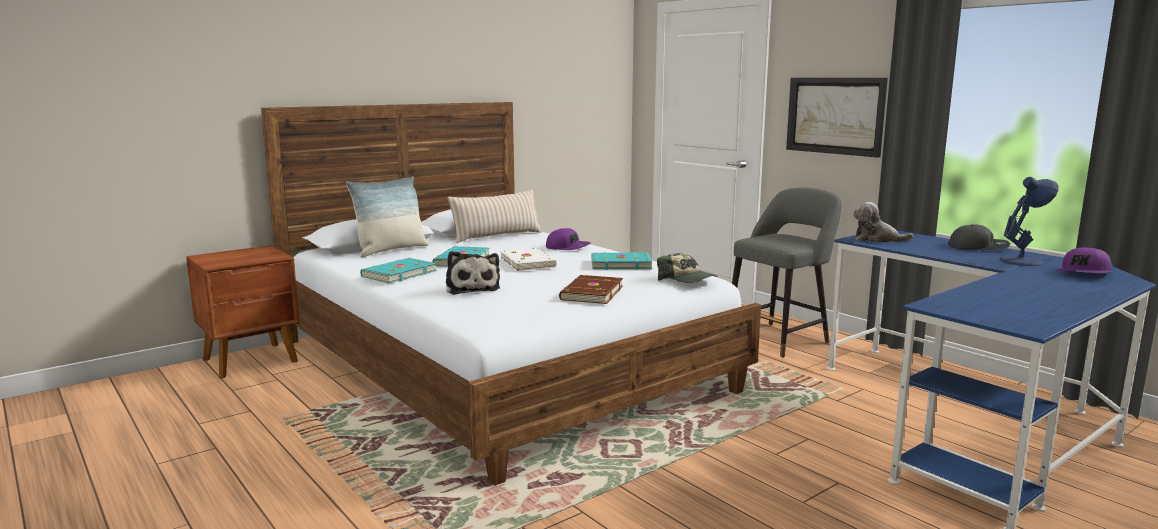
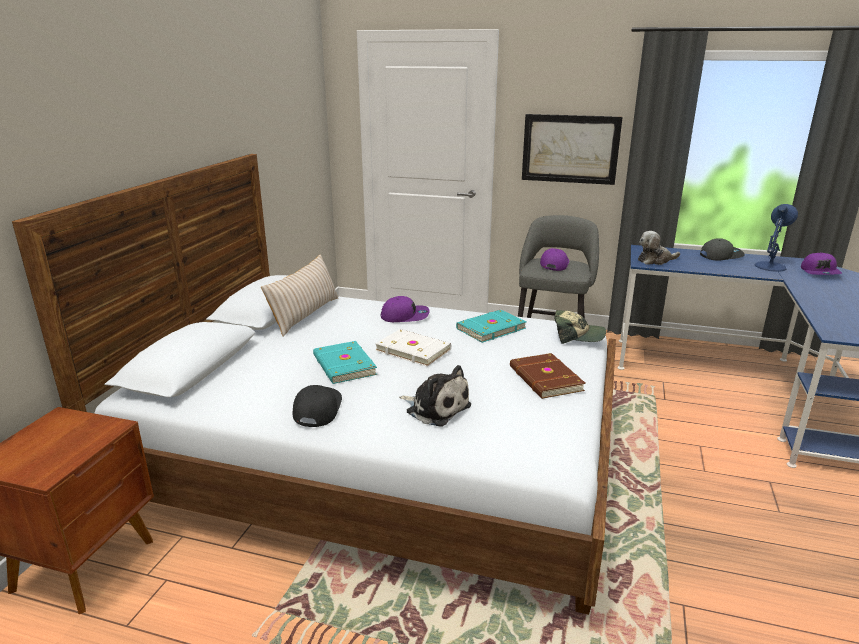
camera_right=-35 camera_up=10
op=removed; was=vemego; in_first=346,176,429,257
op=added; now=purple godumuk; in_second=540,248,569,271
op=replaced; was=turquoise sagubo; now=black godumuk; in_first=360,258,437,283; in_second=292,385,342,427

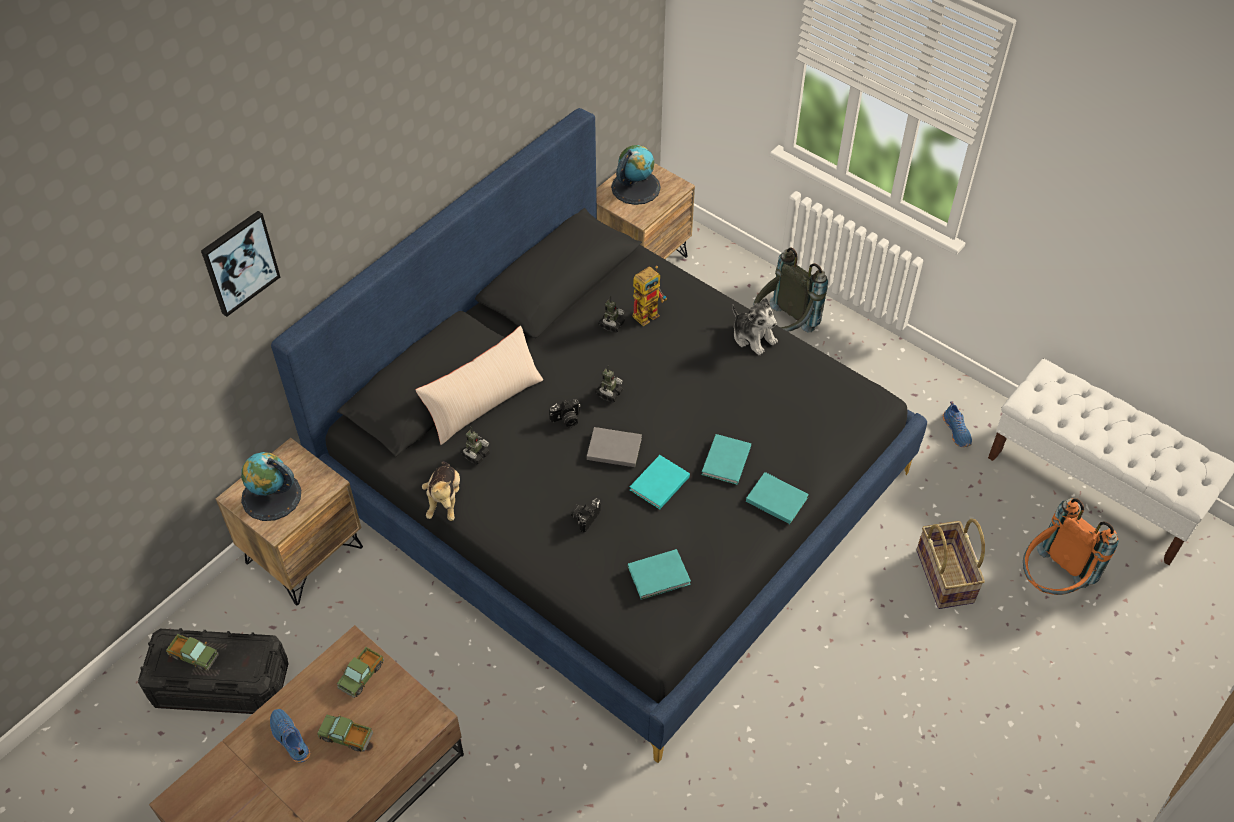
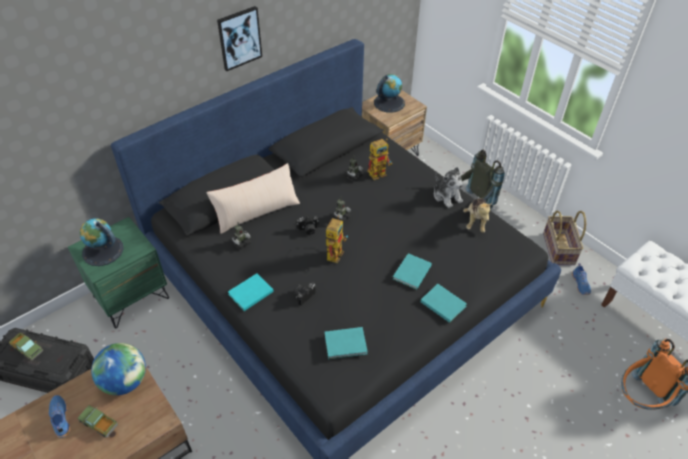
camera_right=10 camera_up=-5
op=moved; was=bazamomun; in_first=201,211,280,317; in_second=217,6,262,71
op=moved; was=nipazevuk; in_first=422,461,460,521; in_second=463,198,492,233
op=moved; was=turquoise sagubo; in_first=630,455,690,510; in_second=228,273,274,311
op=moved; was=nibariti; in_first=916,518,985,609; in_second=543,210,586,265
op=replaced; was=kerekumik; now=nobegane; in_first=337,647,384,698; in_second=91,343,146,395
op=replaced; was=grey sagubo; now=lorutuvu; in_first=587,427,642,467; in_second=326,216,348,263
op=recoloured; was=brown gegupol; now=green gegupol; in_first=216,438,363,605; in_second=68,217,170,329

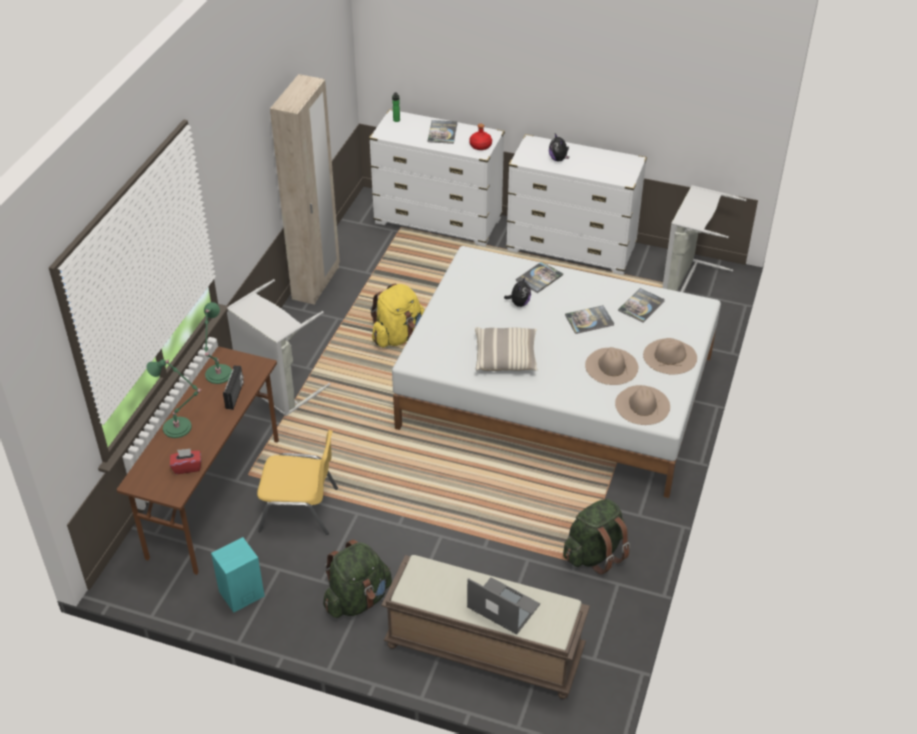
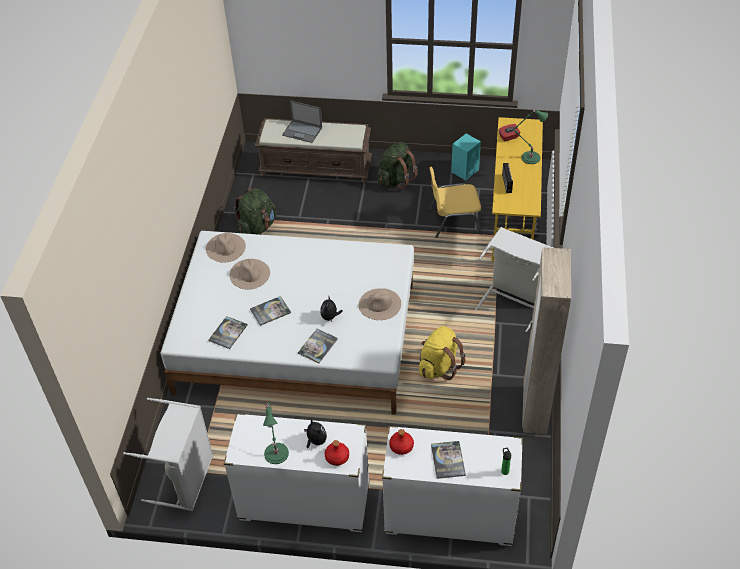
camera_right=170 camera_up=5
op=removed; was=vemego; in_first=475,327,538,371
op=added; now=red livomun; in_second=325,440,349,466
op=moved; was=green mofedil; in_first=204,302,232,384; in_second=263,403,289,464
op=moved; was=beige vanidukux; in_first=643,338,697,375; in_second=359,288,401,320
op=recoloured; was=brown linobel; now=yellow linobel; in_first=117,347,279,575; in_second=492,117,543,262

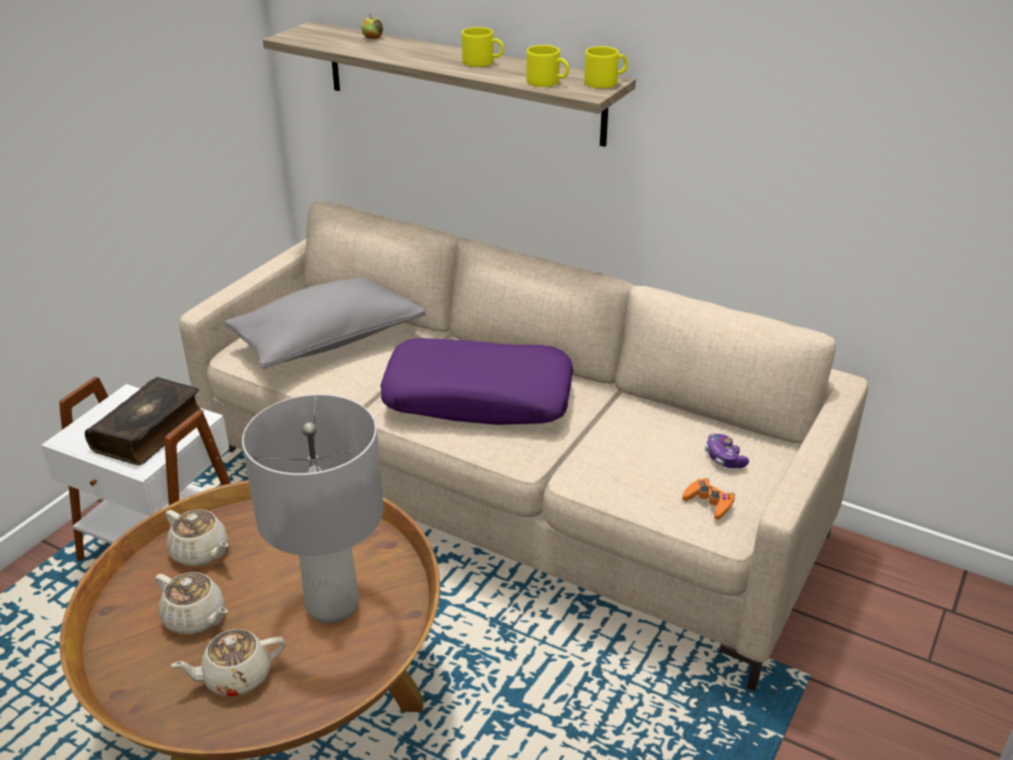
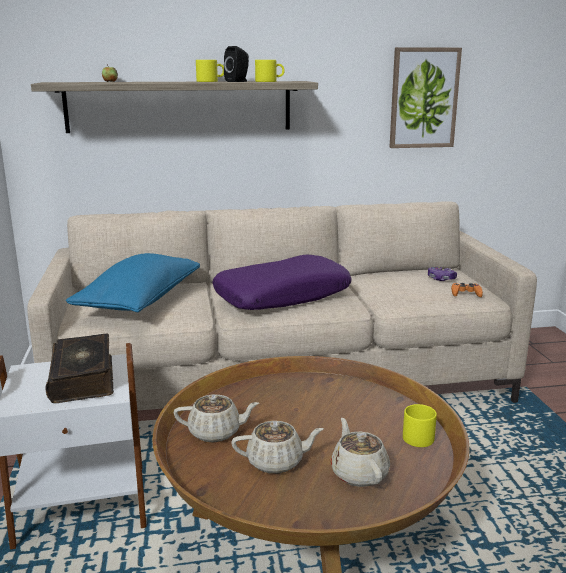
camera_right=-40 camera_up=-15
op=removed; was=grey mofedil; in_first=242,394,383,624
op=added; now=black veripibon; in_second=224,46,249,82
op=added; now=bazamomun; in_second=389,47,462,148
op=moved; was=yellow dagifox; in_first=584,46,628,88; in_second=403,404,437,447
op=recoloured; was=grey vemego; now=blue vemego; in_first=225,278,426,369; in_second=66,253,200,312
op=turned; was=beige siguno; in_first=171,629,285,697; in_second=330,418,390,487; clockwise=135

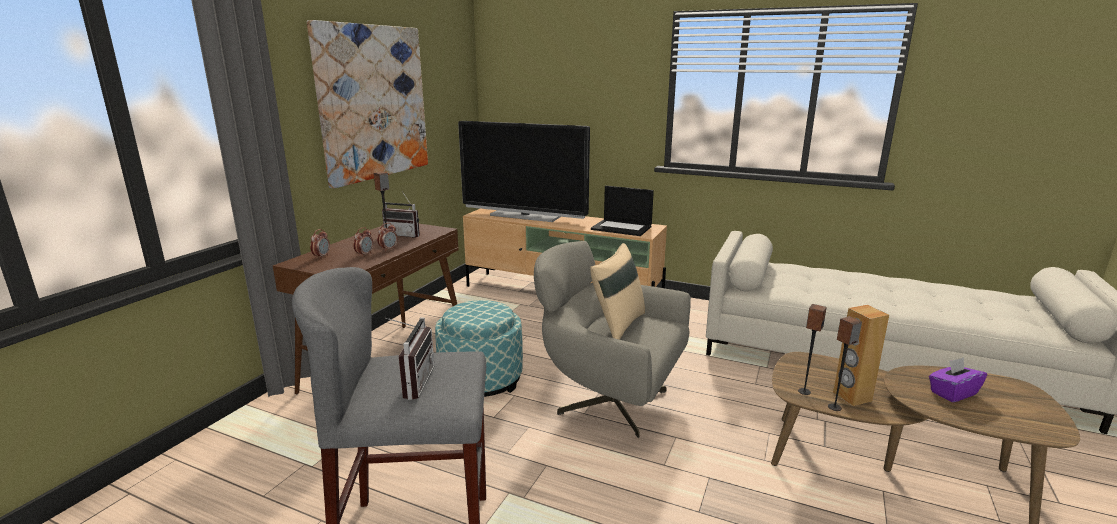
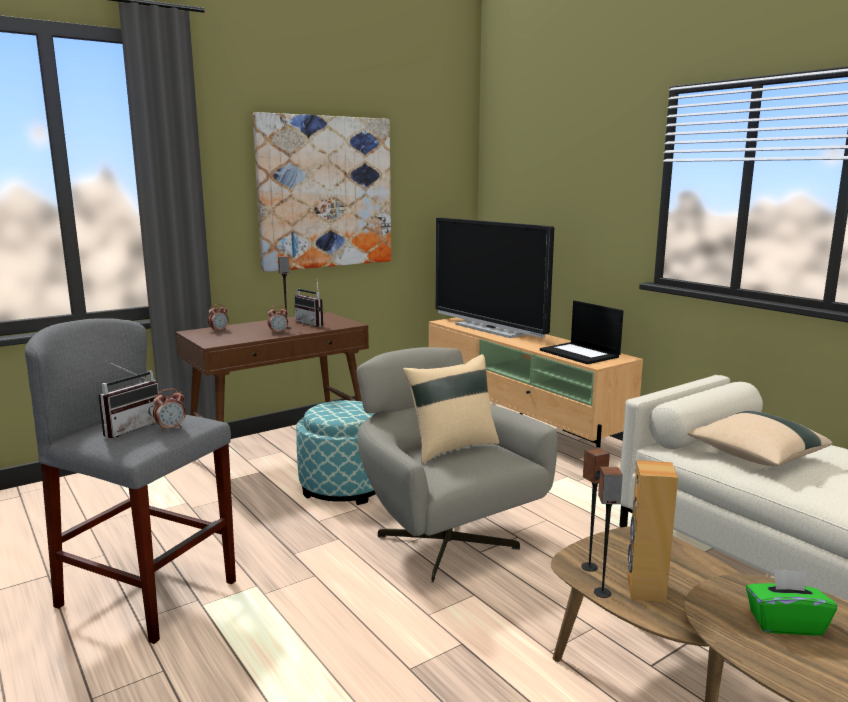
camera_right=30 camera_up=-5
op=added; now=beige vemego; in_second=688,411,832,466
op=moved; was=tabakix; in_first=353,227,373,257; in_second=153,388,186,432
op=recoloured; was=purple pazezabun; now=green pazezabun; in_first=929,357,987,402; in_second=746,569,837,636

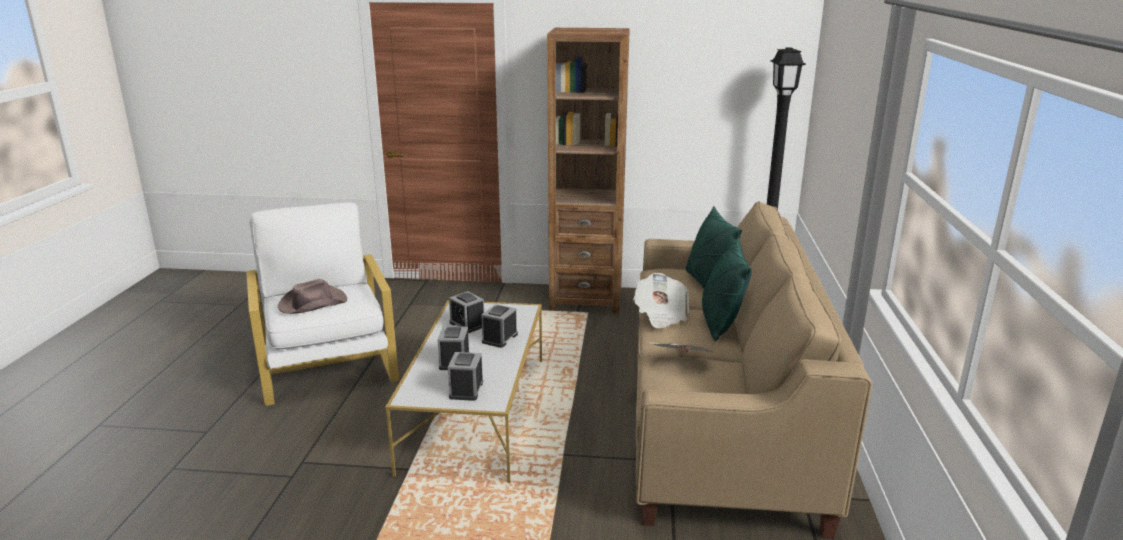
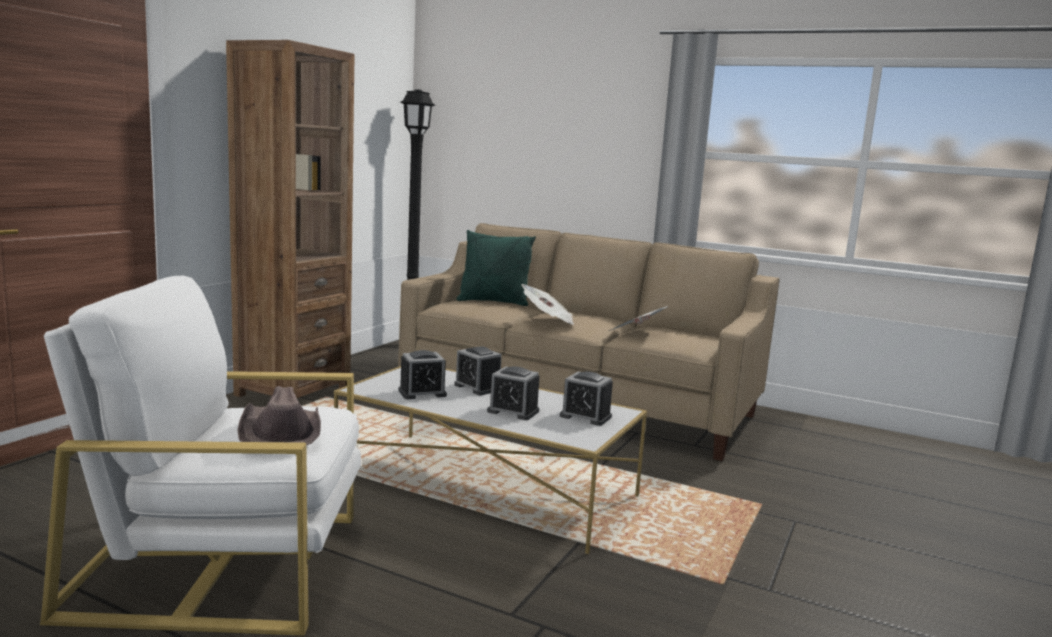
camera_right=-70 camera_up=-10
op=removed; was=green vemego; in_first=702,238,752,341

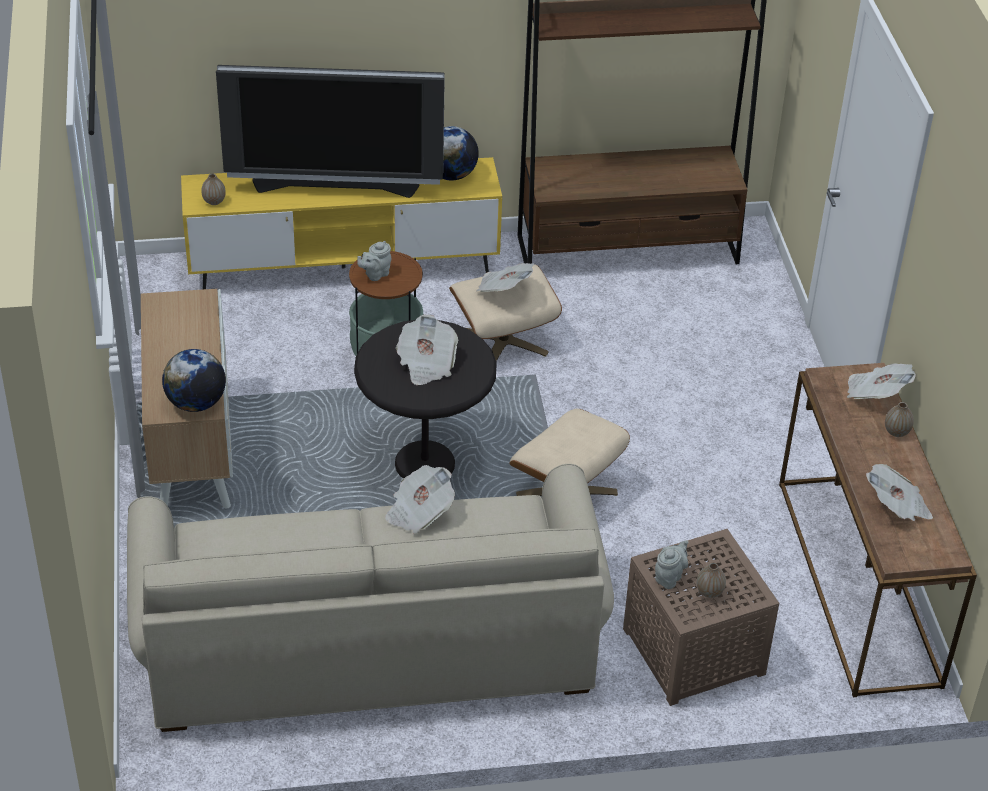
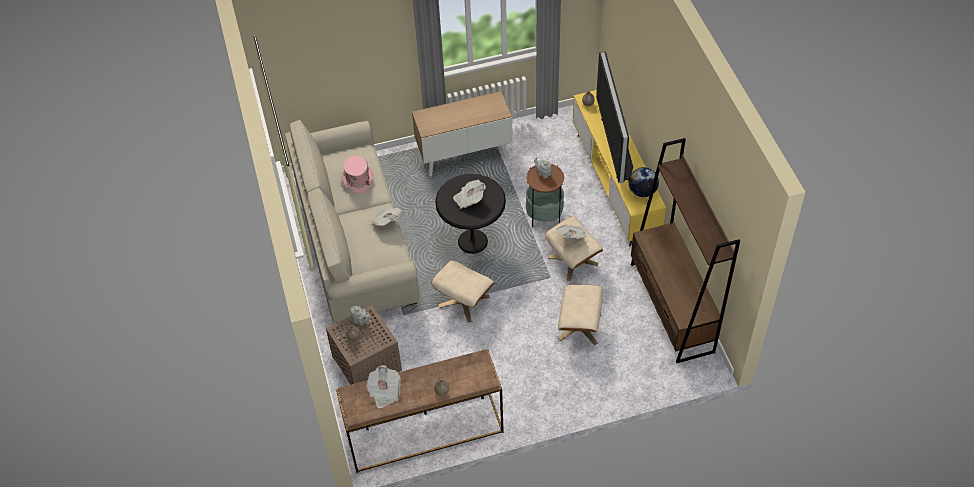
camera_right=85 camera_up=10
op=removed; was=nobegane; in_first=162,349,226,412
op=removed; was=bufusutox; in_first=847,363,916,399
op=added; now=pink vanidukux; in_second=341,156,373,194
op=added; now=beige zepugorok; in_second=558,284,603,345

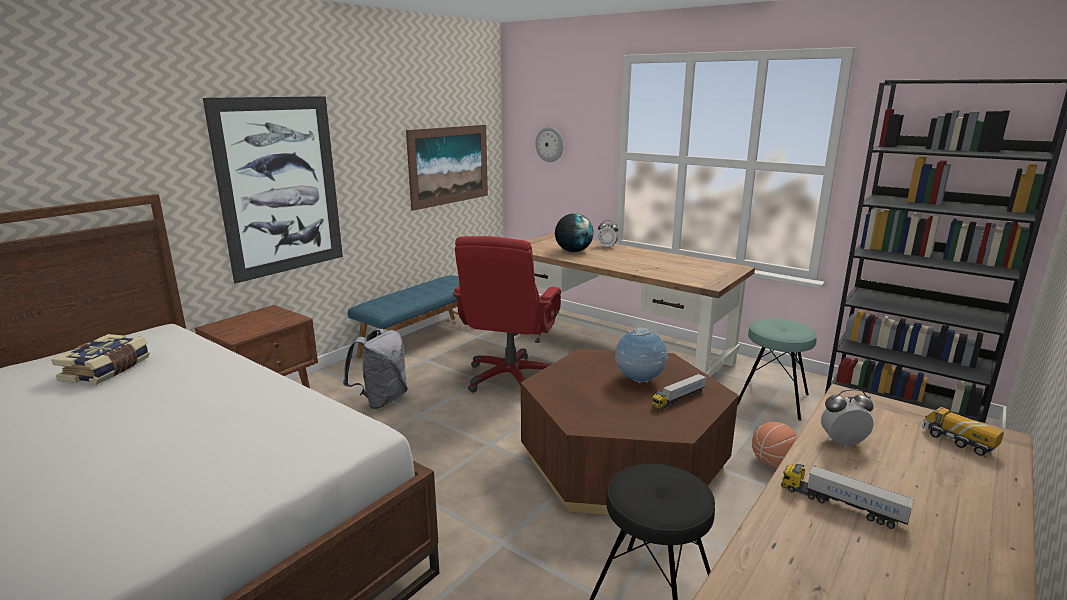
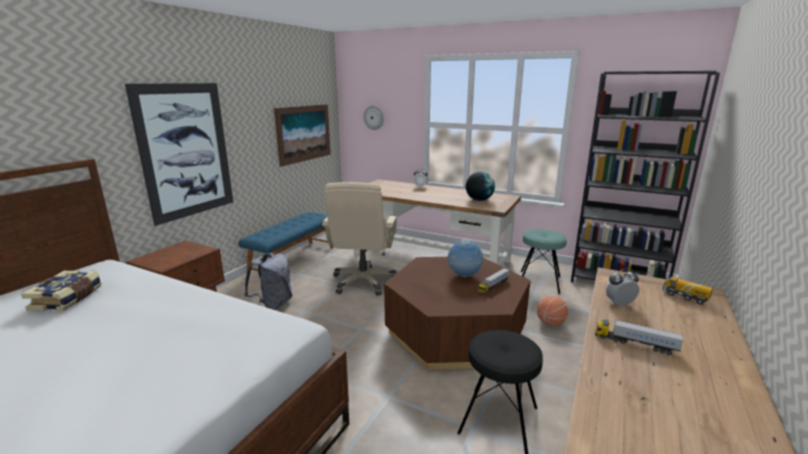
camera_right=-10 camera_up=0
op=moved; was=nobegane; in_first=555,213,593,252; in_second=466,172,495,201
op=recoloured; was=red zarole; now=beige zarole; in_first=453,236,561,393; in_second=322,182,397,296

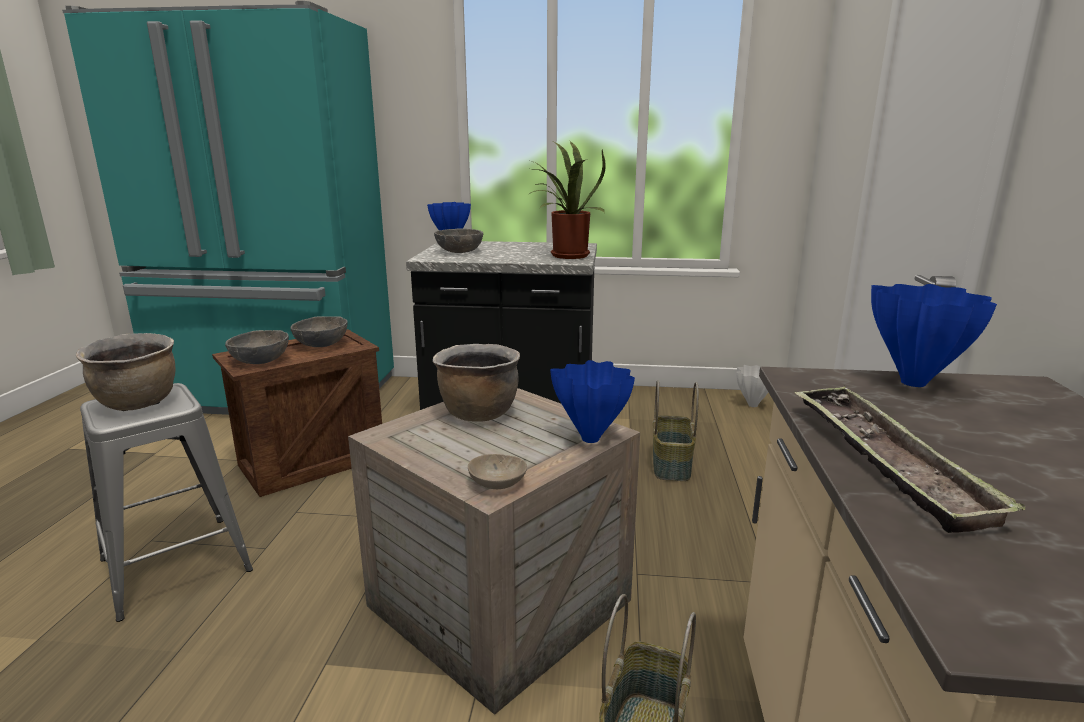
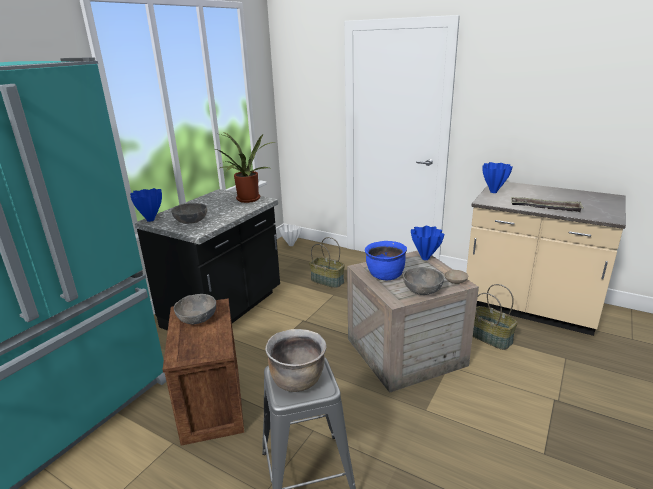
camera_right=-65 camera_up=5
op=moved; was=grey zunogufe; in_first=225,330,289,364; in_second=403,267,444,295
op=recoloured; was=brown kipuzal; now=blue kipuzal; in_first=433,344,520,422; in_second=365,241,407,280

